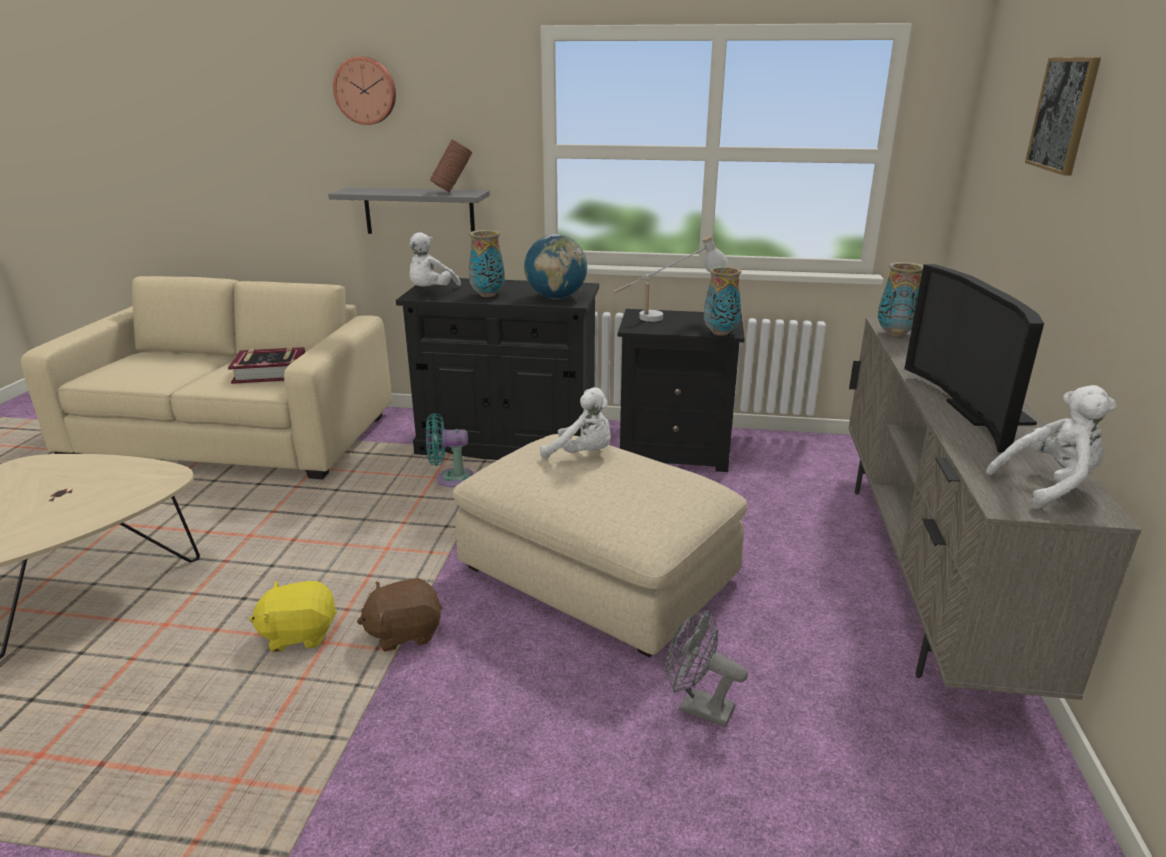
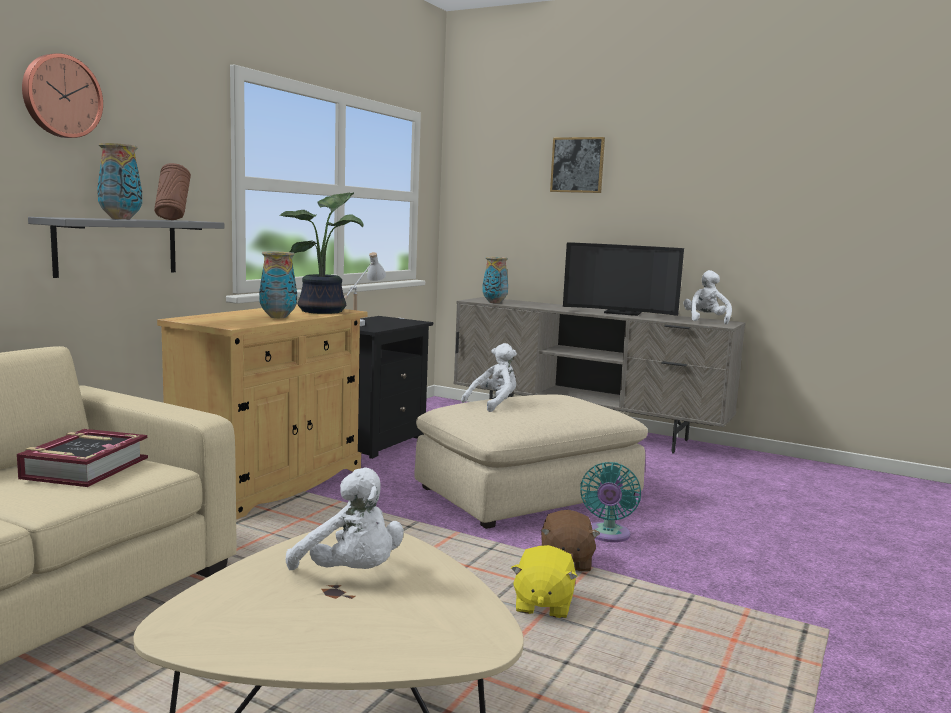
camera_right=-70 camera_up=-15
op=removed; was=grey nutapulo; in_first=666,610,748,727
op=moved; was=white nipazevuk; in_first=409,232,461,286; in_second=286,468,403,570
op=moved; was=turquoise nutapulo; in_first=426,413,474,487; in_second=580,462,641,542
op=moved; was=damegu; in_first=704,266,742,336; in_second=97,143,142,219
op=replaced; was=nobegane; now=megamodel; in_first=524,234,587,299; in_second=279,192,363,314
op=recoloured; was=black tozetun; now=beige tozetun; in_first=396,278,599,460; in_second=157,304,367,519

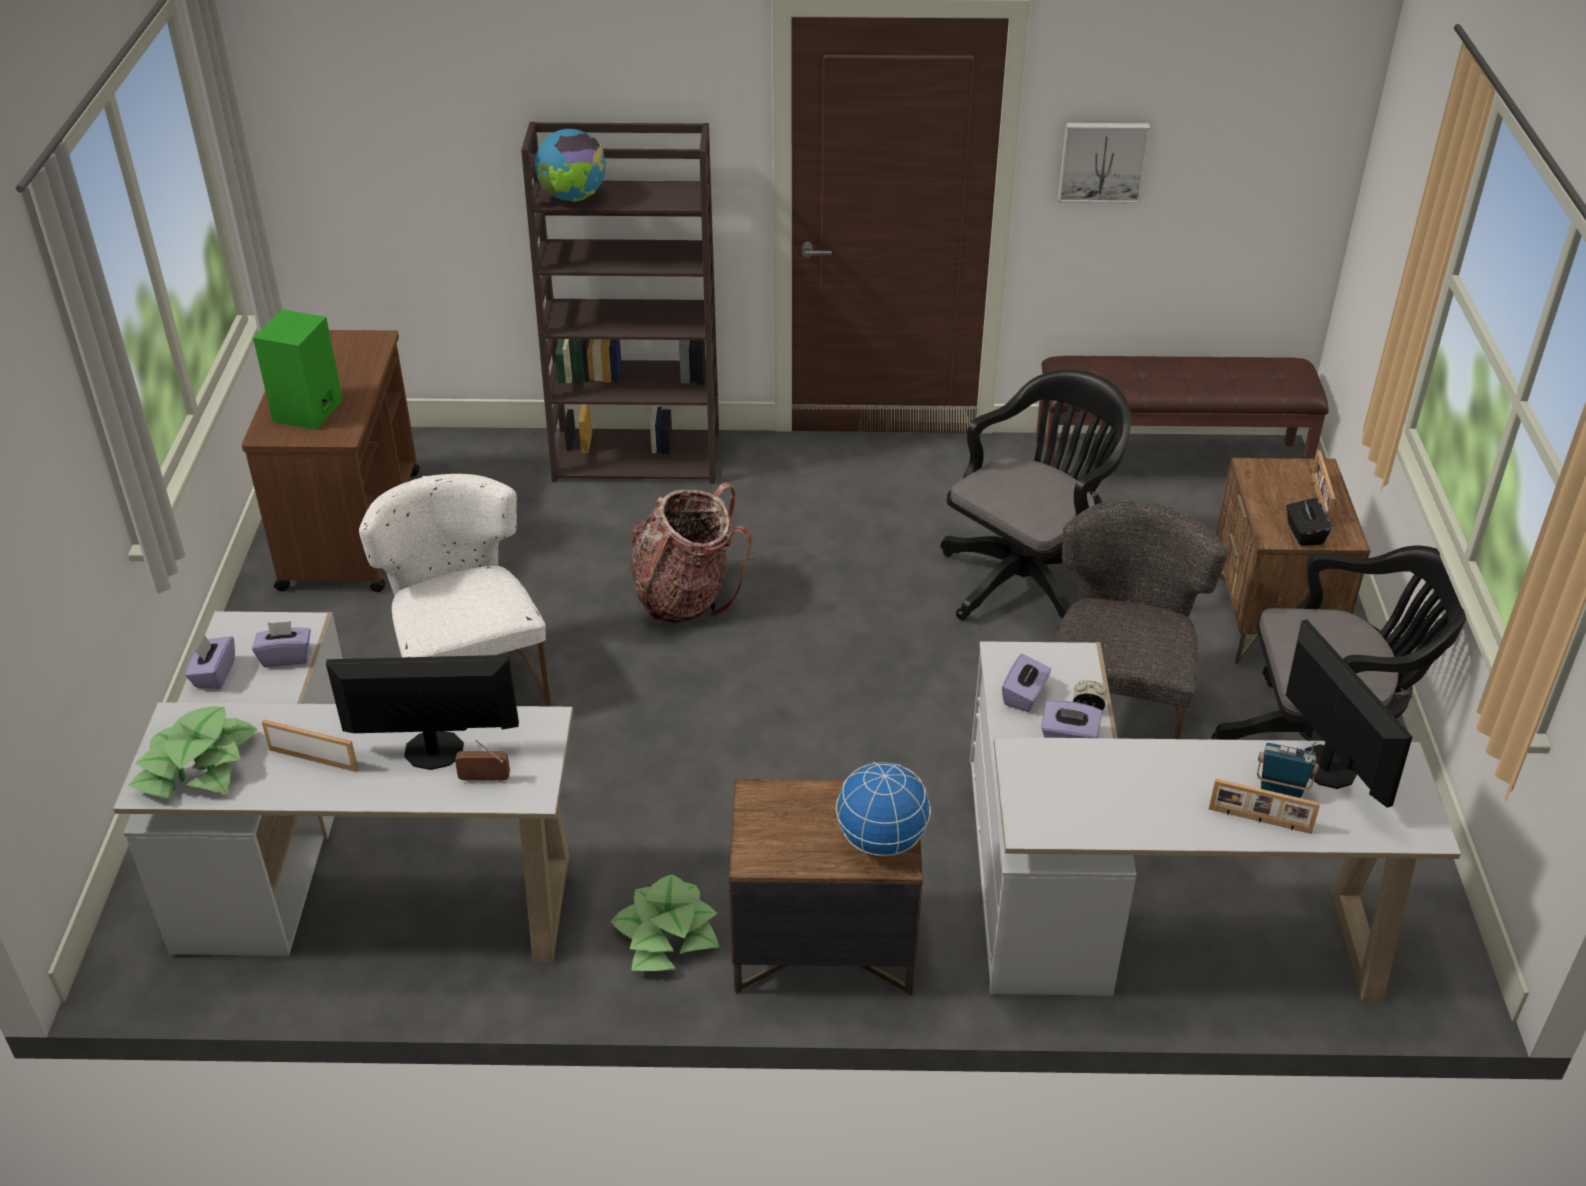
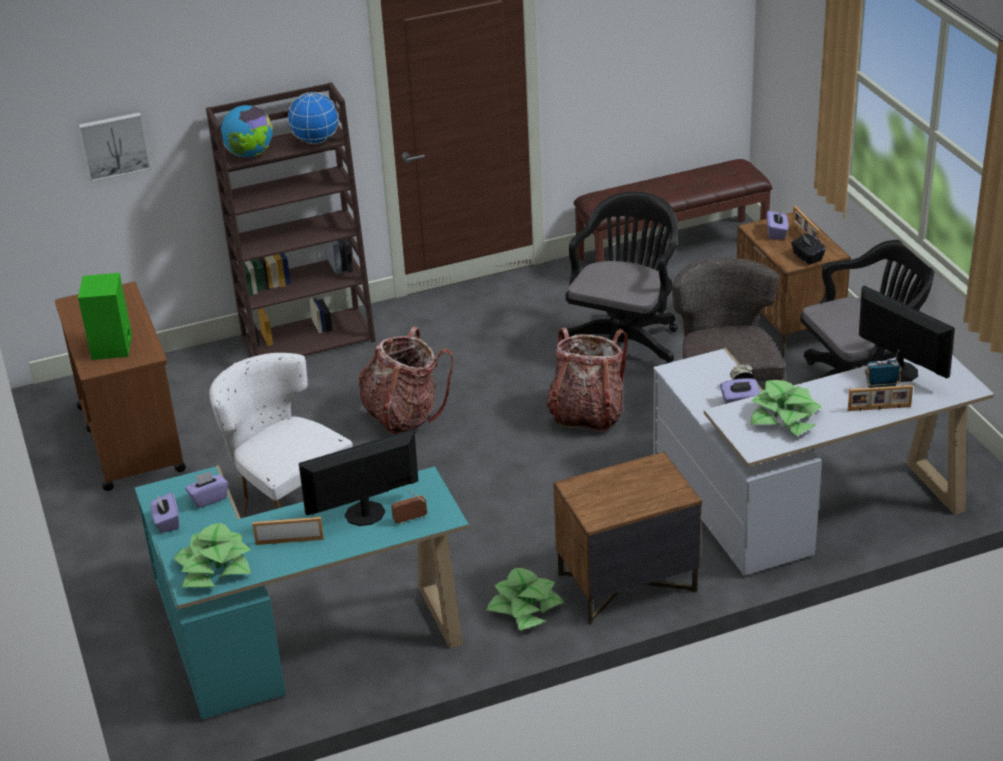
camera_right=-20 camera_up=-5
op=added; now=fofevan; in_second=546,328,628,432
op=added; now=megamodel; in_second=751,380,822,437
op=moved; was=nobegane; in_first=836,762,931,856; in_second=288,92,339,144
op=moved; was=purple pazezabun; in_first=1002,654,1051,712; in_second=767,211,788,239
op=moved; was=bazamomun; in_first=1058,123,1150,203; in_second=79,112,151,182
op=recoloured; was=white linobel; now=turquoise linobel; in_first=113,611,573,962; in_second=135,465,469,720

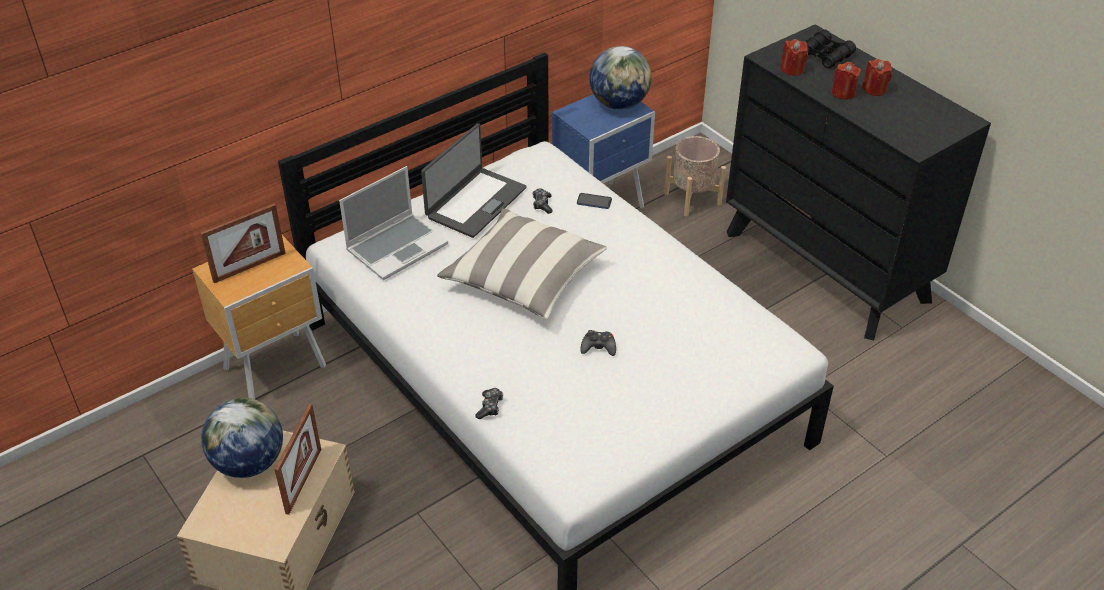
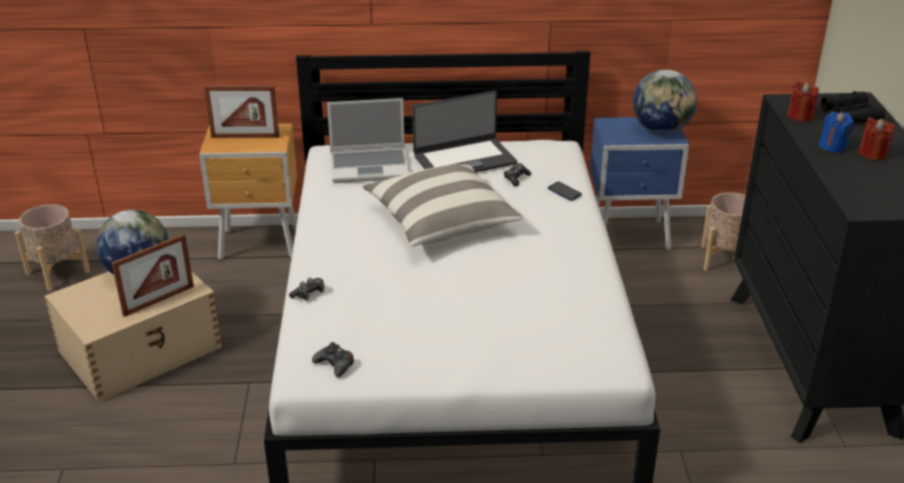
camera_right=35 camera_up=-10
op=added; now=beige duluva; in_second=15,204,90,291
op=moved; was=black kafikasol; in_first=580,330,616,356; in_second=312,342,354,377
op=recoloured; was=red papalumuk; now=blue papalumuk; in_first=832,62,861,100; in_second=819,112,854,153

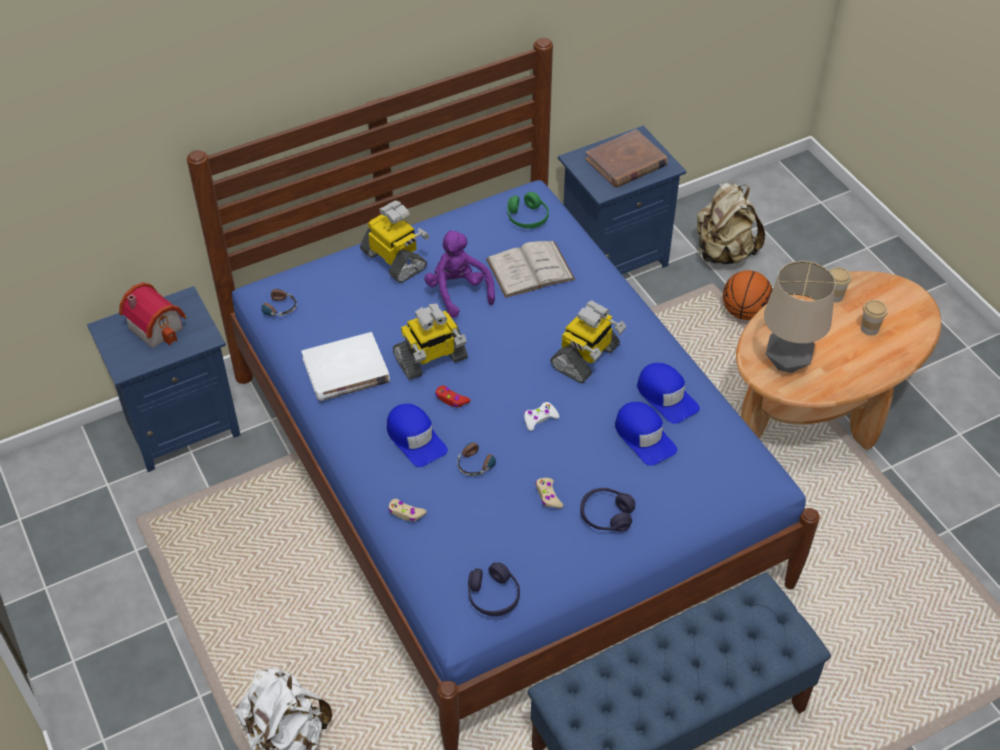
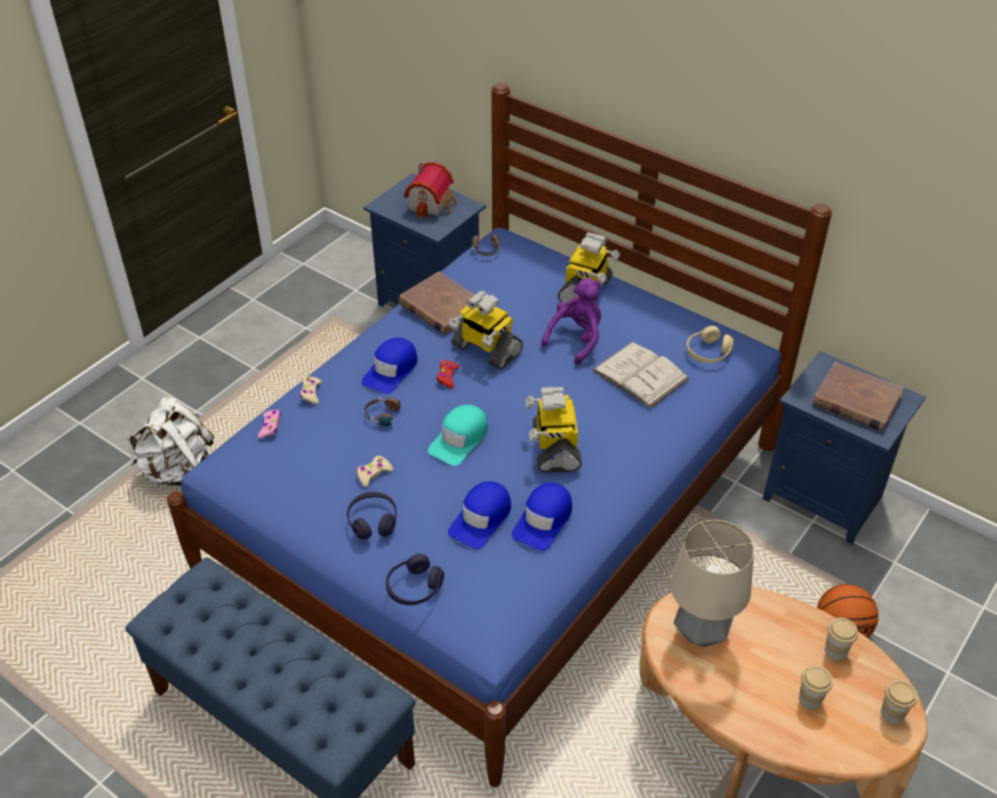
camera_right=65 camera_up=-5
op=removed; was=beige fofevan; in_first=697,183,765,264
op=added; now=pink kafikasol; in_second=258,410,281,439
op=added; now=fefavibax; in_second=881,680,917,724
op=moved; was=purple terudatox; in_first=468,562,520,616; in_second=386,554,444,605
op=replaced; was=white kafikasol; now=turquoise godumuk; in_first=524,402,559,431; in_second=428,405,488,466
op=recoloured; was=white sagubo; now=brown sagubo; in_first=301,332,390,401; in_second=399,272,475,335
op=recoloured; was=green terudatox; now=beige terudatox; in_first=507,192,549,229; in_second=686,326,734,363
op=turned; was=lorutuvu; in_first=550,300,626,383; in_second=526,387,582,473; clockwise=75

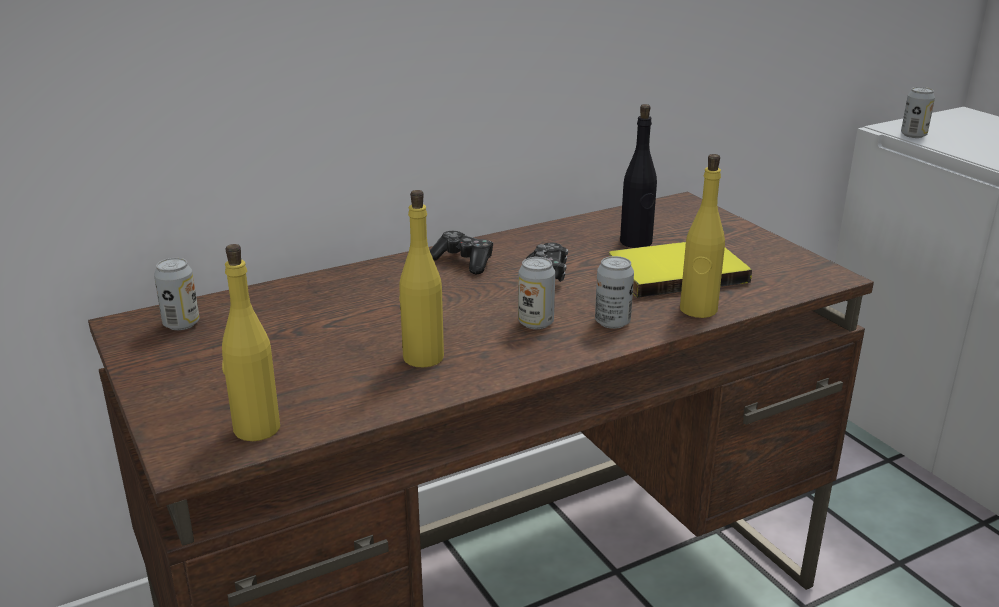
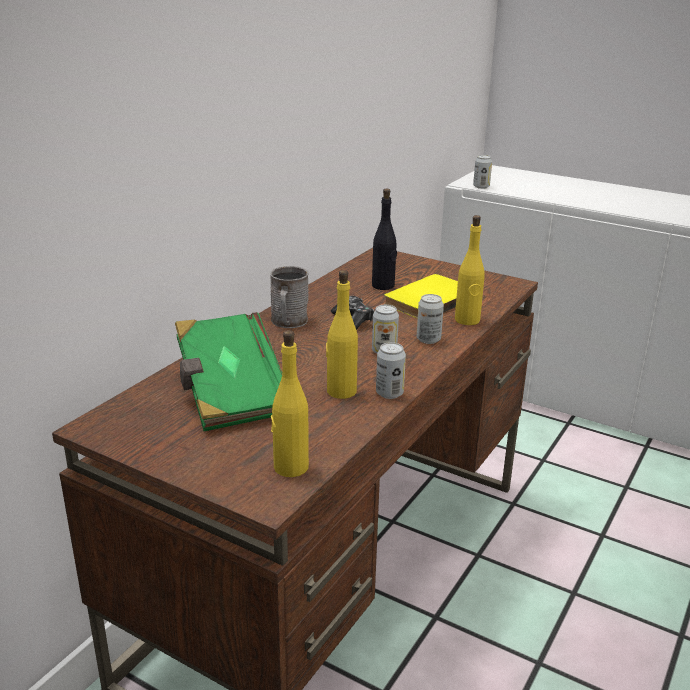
camera_right=-30 camera_up=0
op=added; now=green sagubo; in_second=175,312,282,431
op=moved; was=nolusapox; in_first=154,258,199,330; in_second=376,342,406,399
op=replaced; was=kafikasol; now=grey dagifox; in_first=430,231,493,274; in_second=270,266,309,328

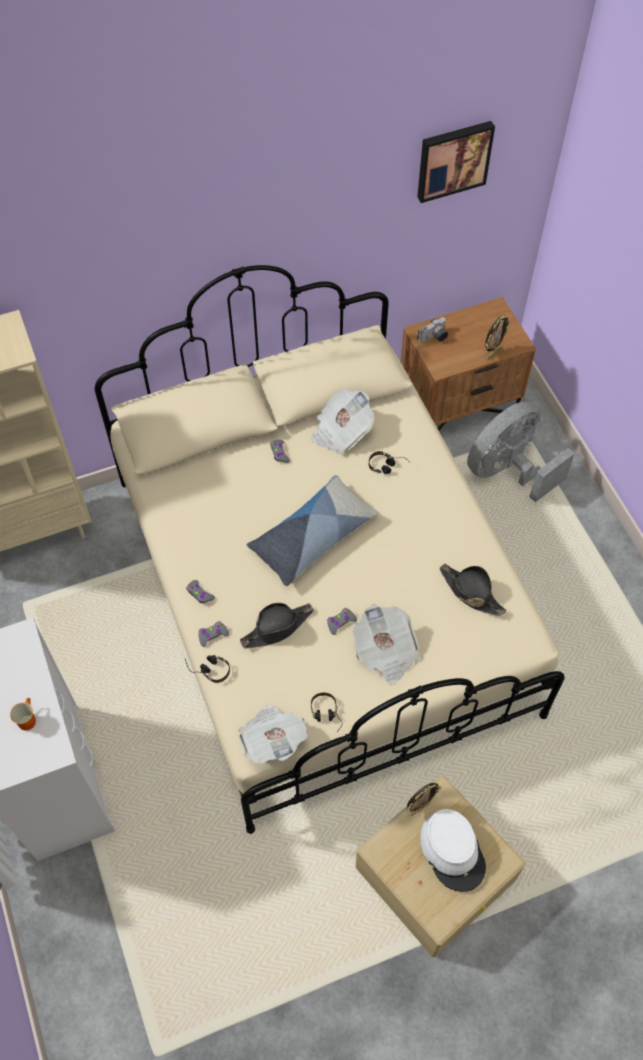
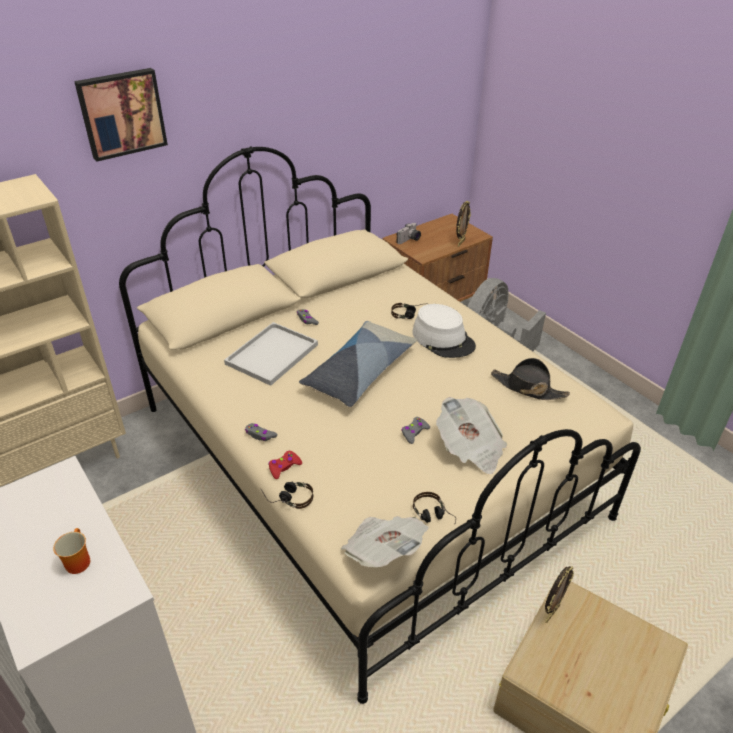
camera_right=-15 camera_up=-20
op=removed; was=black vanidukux; in_first=240,603,314,648
op=removed; was=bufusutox; in_first=311,388,374,455
op=added; now=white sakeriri; in_second=224,322,318,386
op=moved; was=bazamomun; in_first=417,121,495,203; in_second=74,68,168,162
op=moved; was=white vanidukux; in_first=420,809,486,892; in_second=412,304,476,358
op=recoloured; was=grey kafikasol; now=red kafikasol; in_first=198,621,229,647; in_second=269,451,302,479

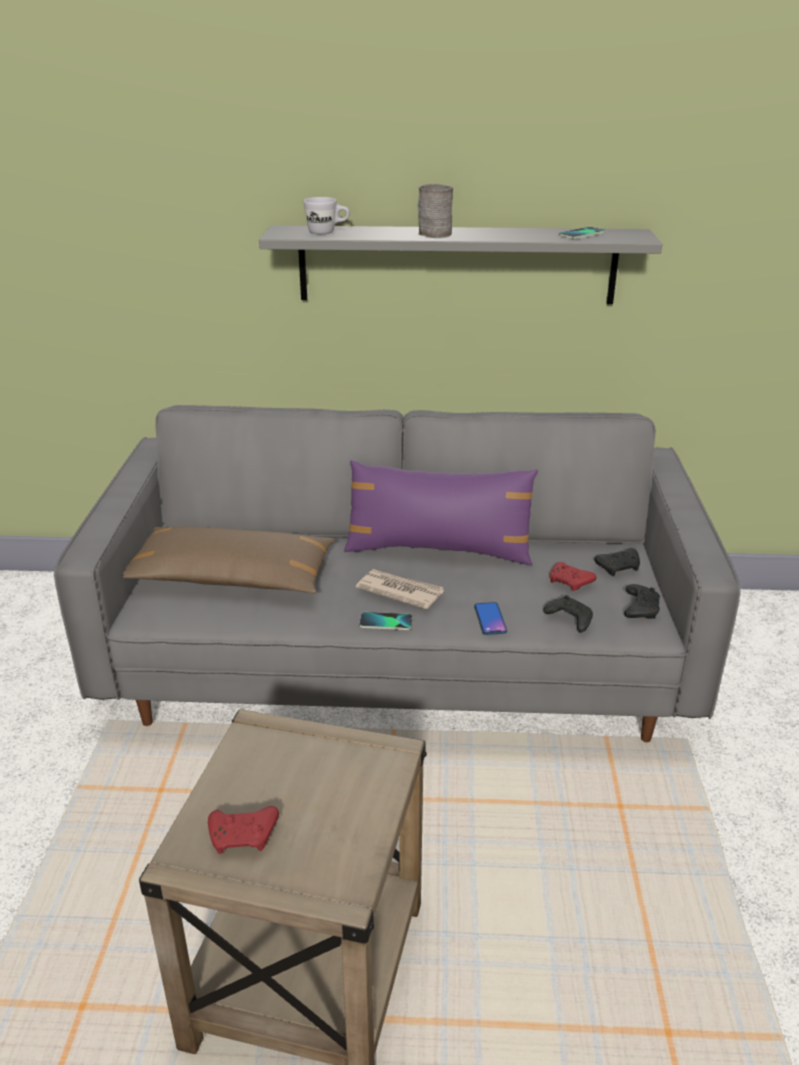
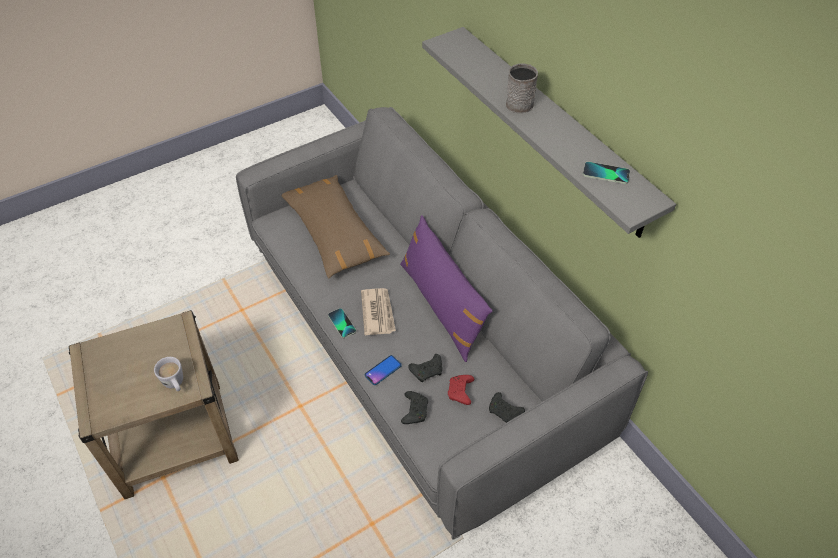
camera_right=55 camera_up=20
op=removed; was=red kafikasol; in_first=208,806,279,854
op=moved; was=white dagifox; in_first=304,197,350,234; in_second=154,357,183,391
op=moved; was=black kafikasol; in_first=624,584,660,619; in_second=408,354,442,382

